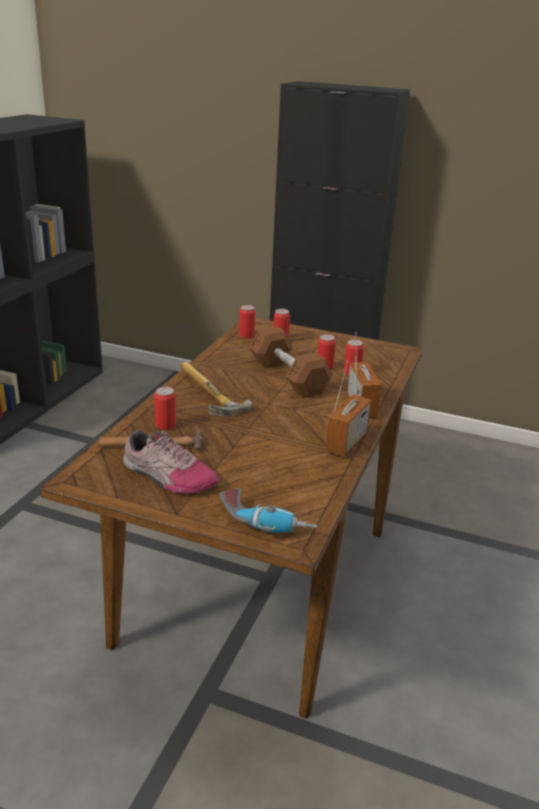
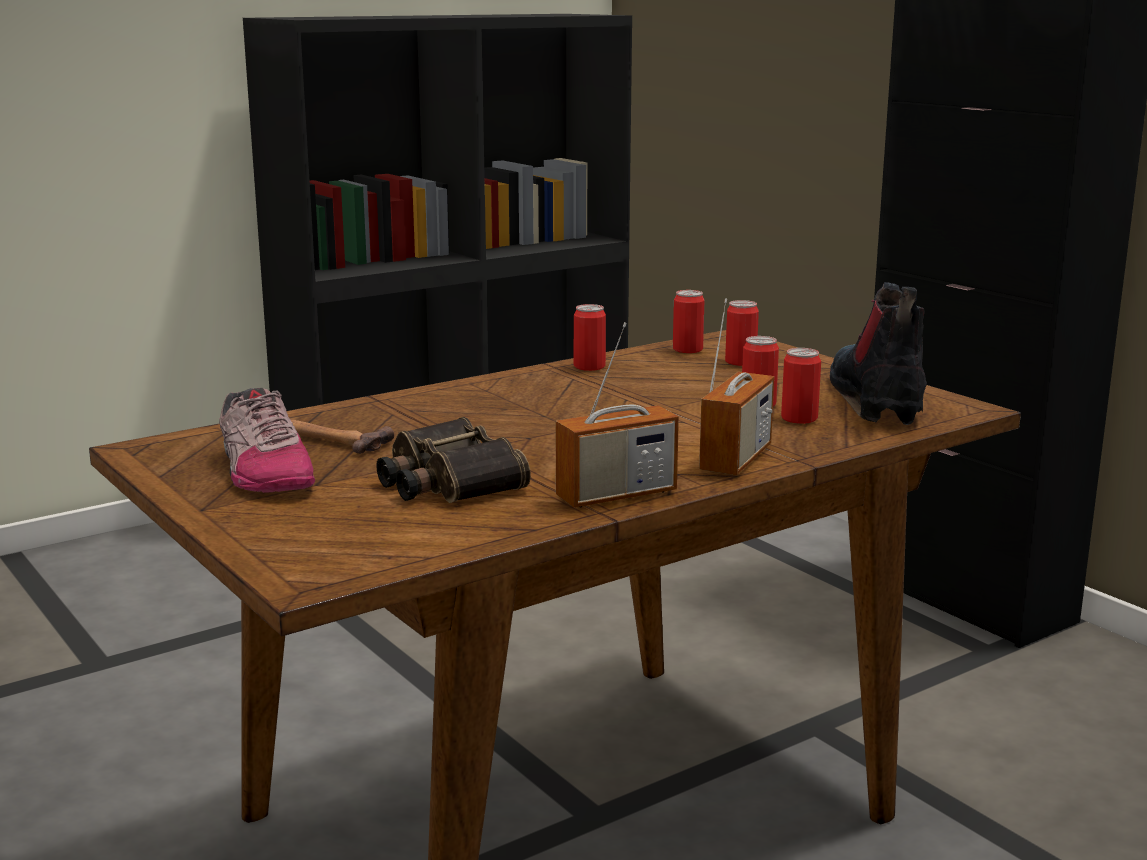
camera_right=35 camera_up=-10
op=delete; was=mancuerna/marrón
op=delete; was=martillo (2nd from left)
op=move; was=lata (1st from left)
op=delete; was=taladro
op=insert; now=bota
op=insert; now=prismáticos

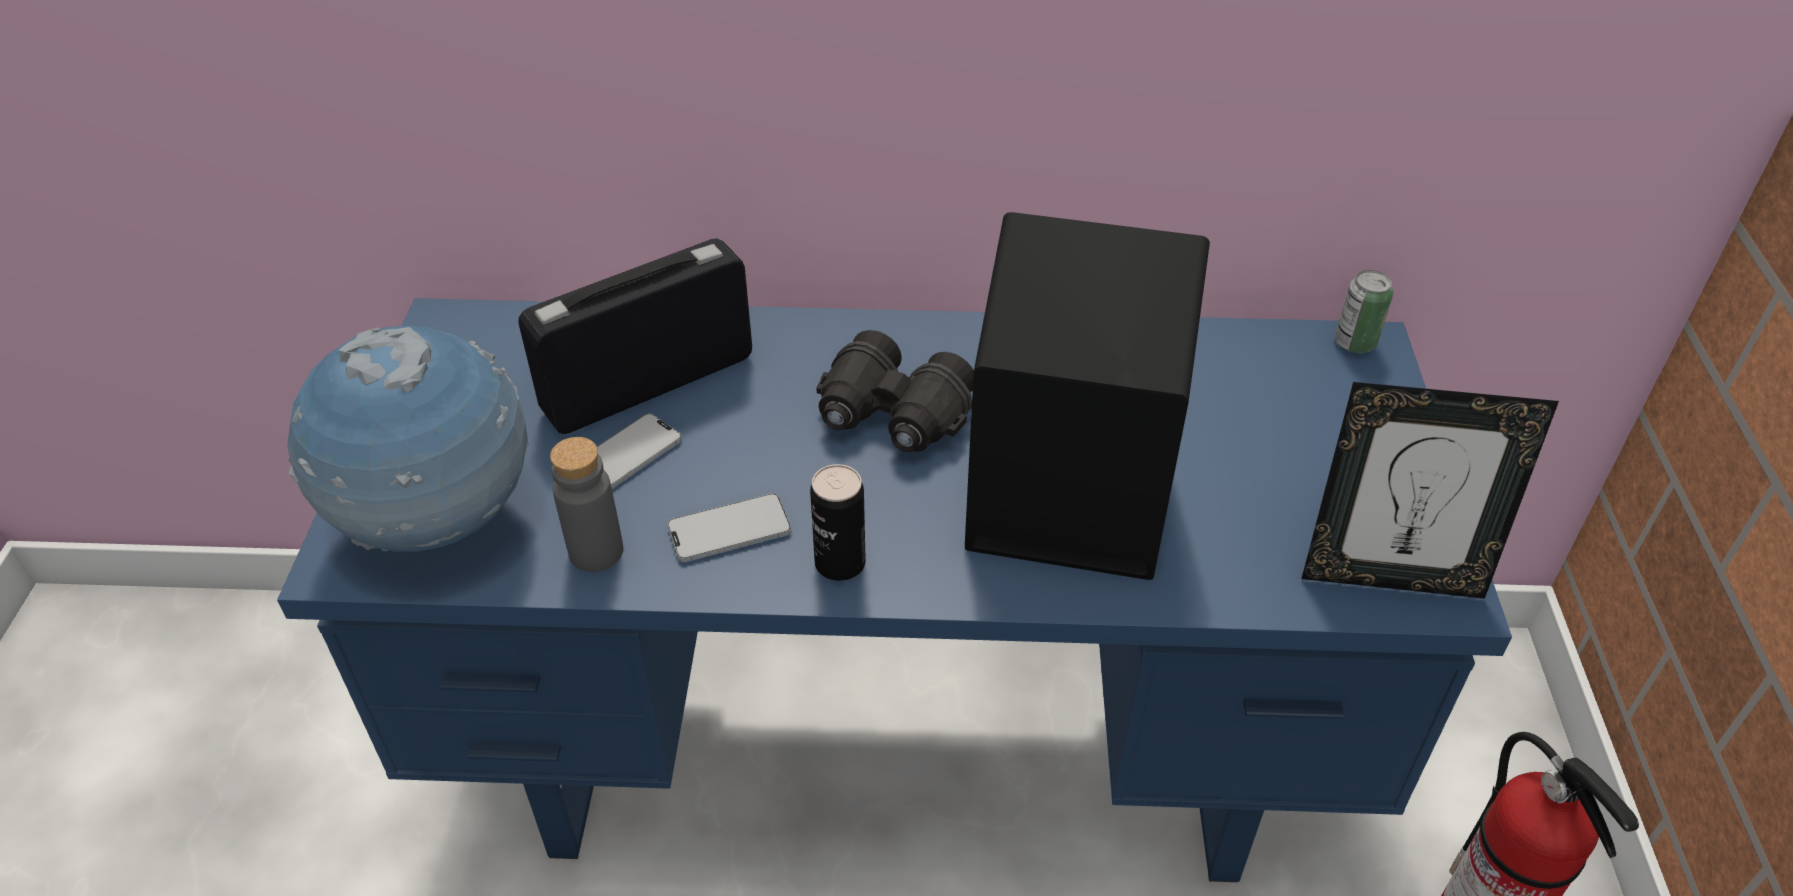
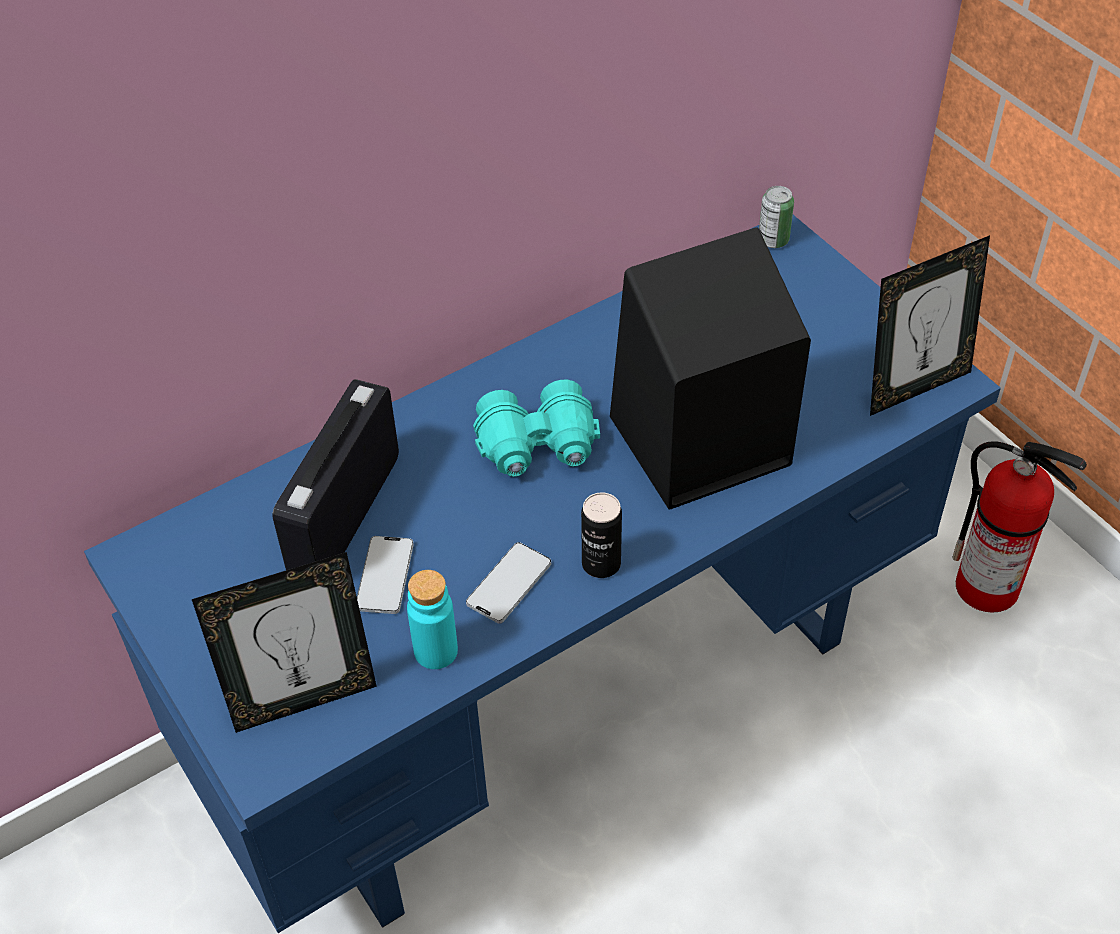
camera_right=-35 camera_up=5
op=replace; was=globo terráqueo; now=portarretratos (1st from left)
op=recolor; was=prismáticos/negro; now=prismáticos/turquesa
op=recolor; was=botella/gris; now=botella/turquesa

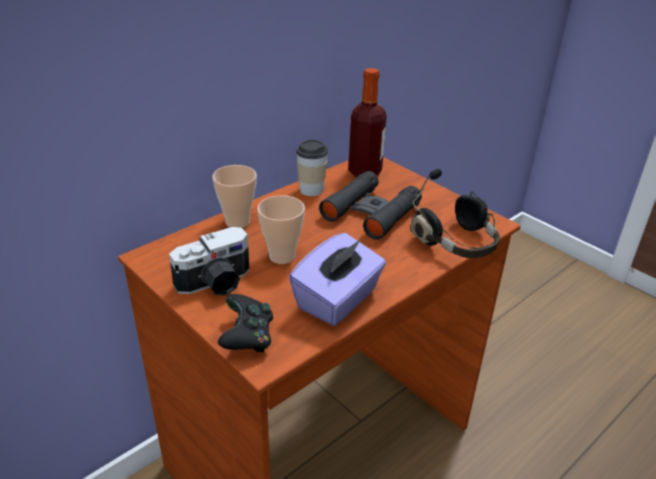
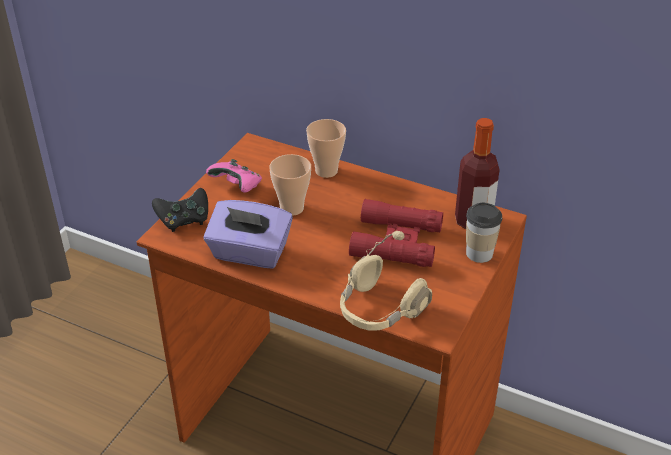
camera_right=70 camera_up=5
op=move; was=taza (3rd from left)
op=recolor; was=auriculares/negro; now=auriculares/beis
op=recolor; was=prismáticos/negro; now=prismáticos/rojo
op=replace; was=cámara; now=mando de consola/rosa

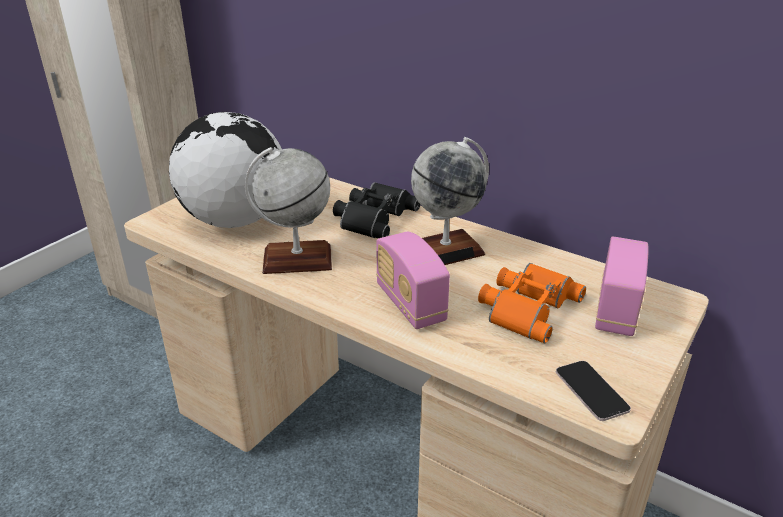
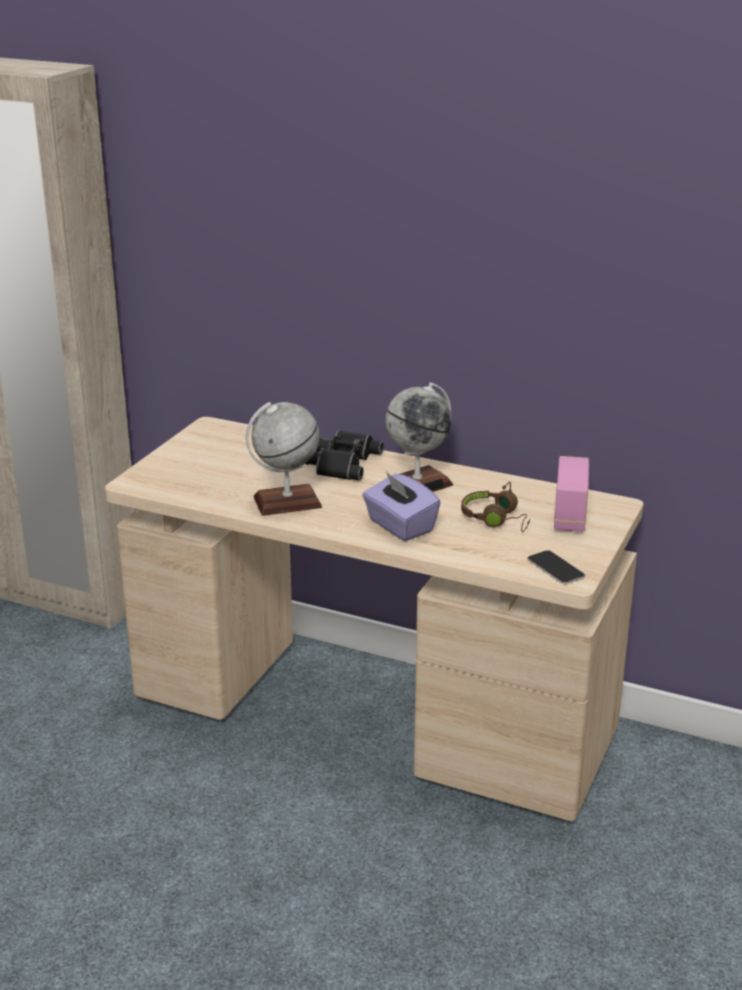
camera_right=-10 camera_up=-5
op=delete; was=globo terráqueo (1st from left)
op=replace; was=radio (1st from left); now=caja de pañuelos/morado
op=replace; was=prismáticos/naranja; now=auriculares/marrón

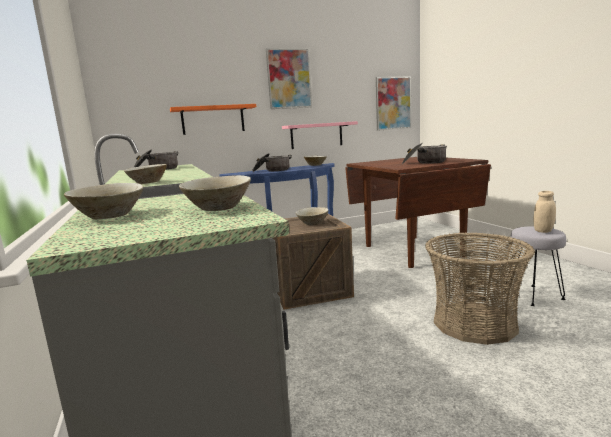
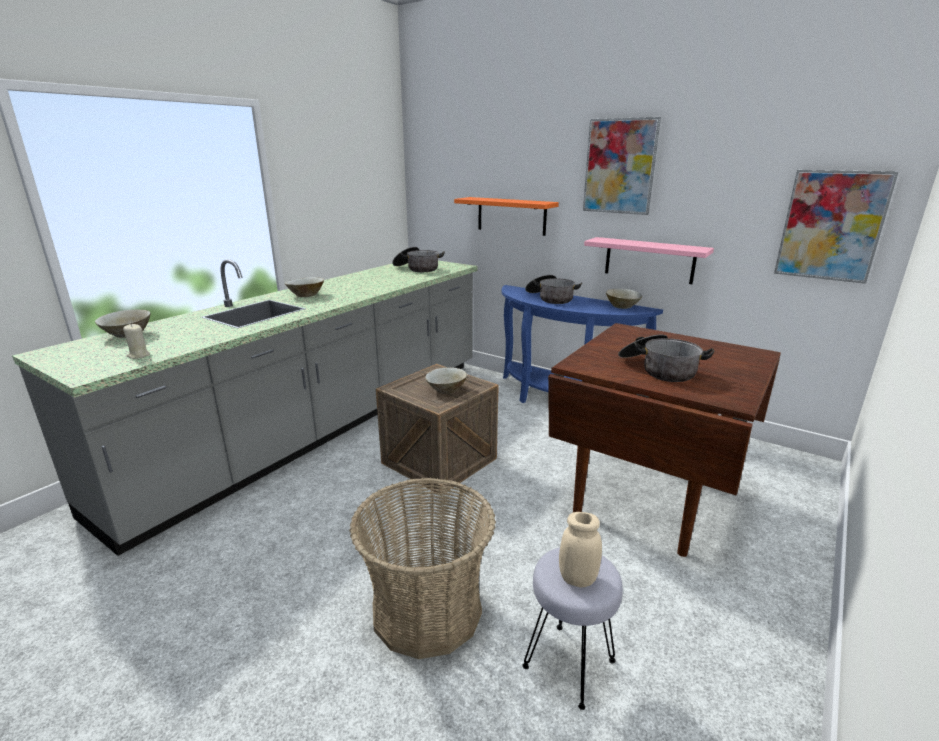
camera_right=55 camera_up=10
op=replace; was=cuenco/beis (3rd from left); now=vela/beis

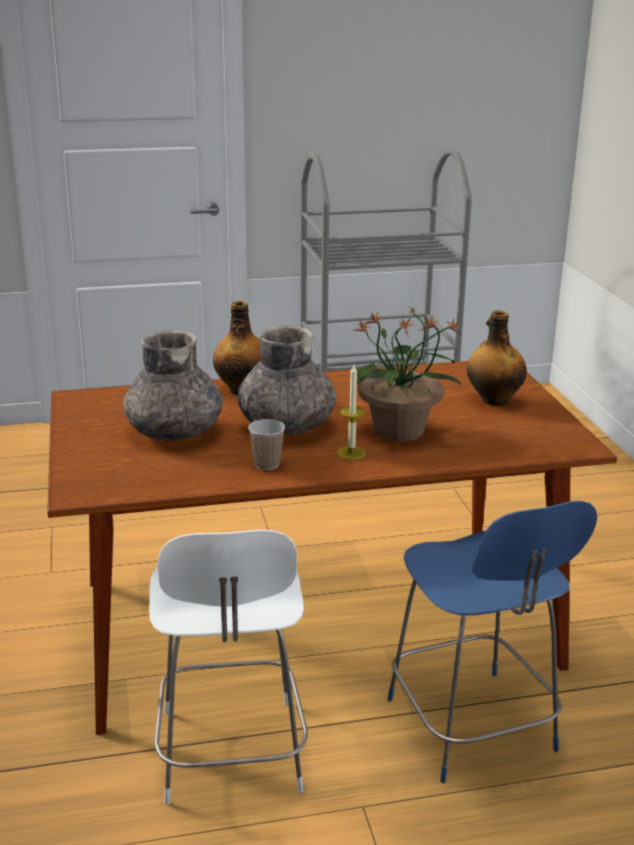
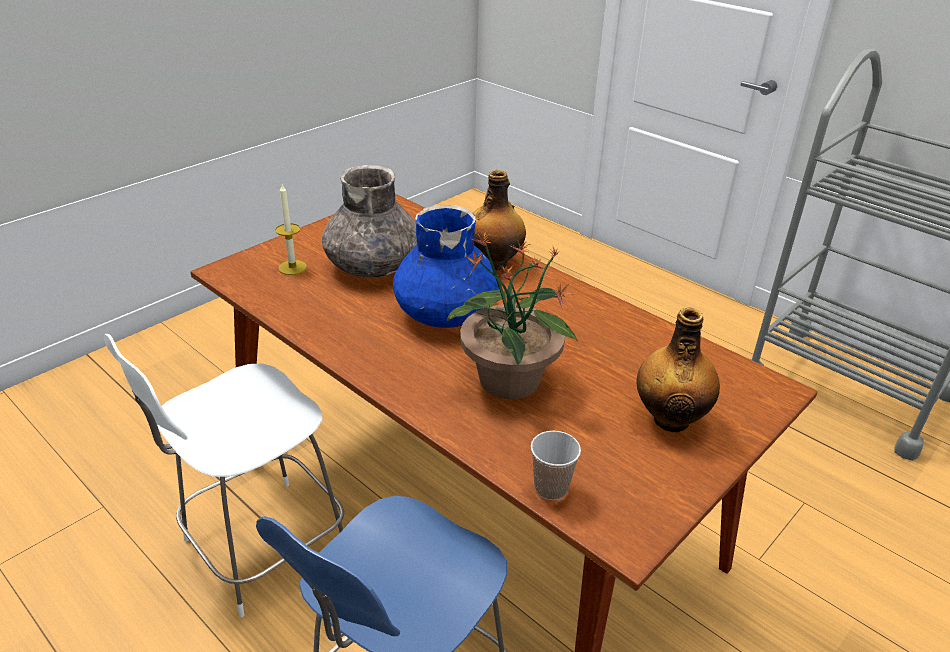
camera_right=55 camera_up=10
op=recolor; was=florero/gris (2nd from left); now=florero/azul
op=move; was=vela
op=move; was=taza

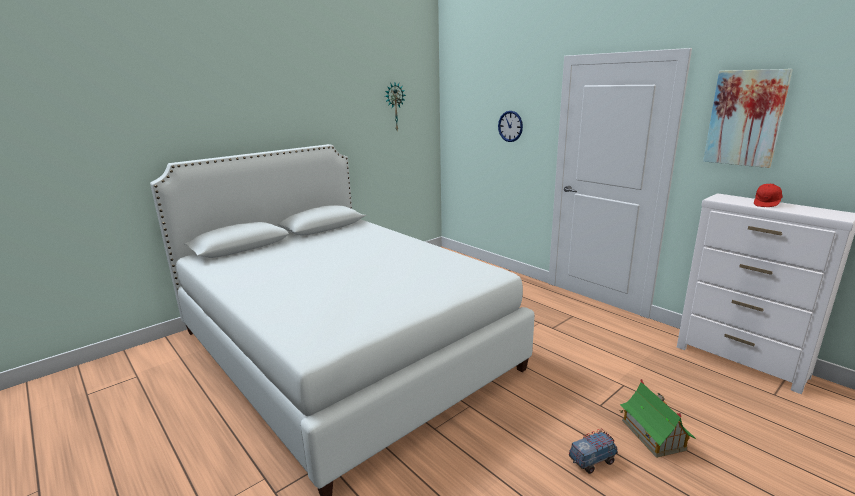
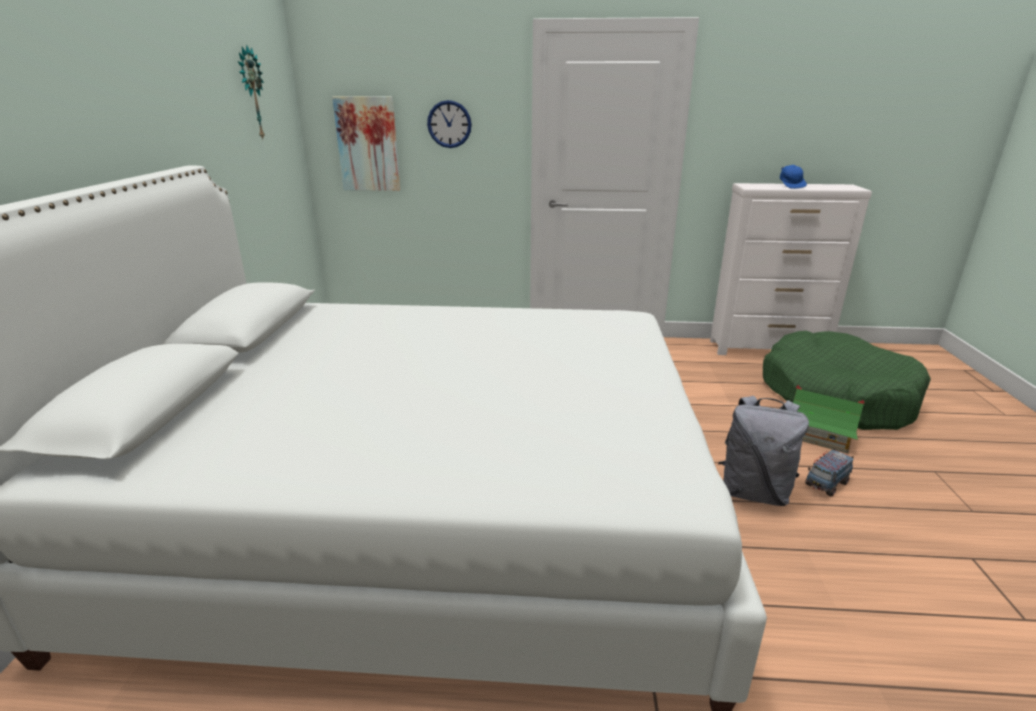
camera_right=-45 camera_up=5
op=move; was=cuadro
op=recolor; was=gorra/rojo; now=gorra/azul
op=rotate; was=camión de juguete; clockwise=-150
op=insert; now=cama para perro/verde
op=insert; now=mochila/gris

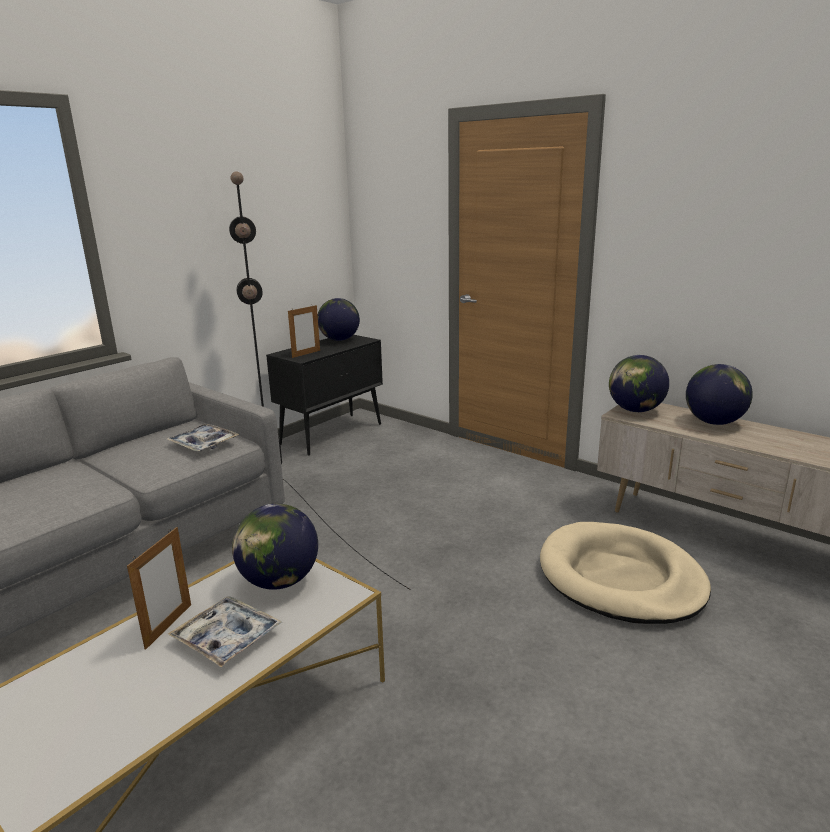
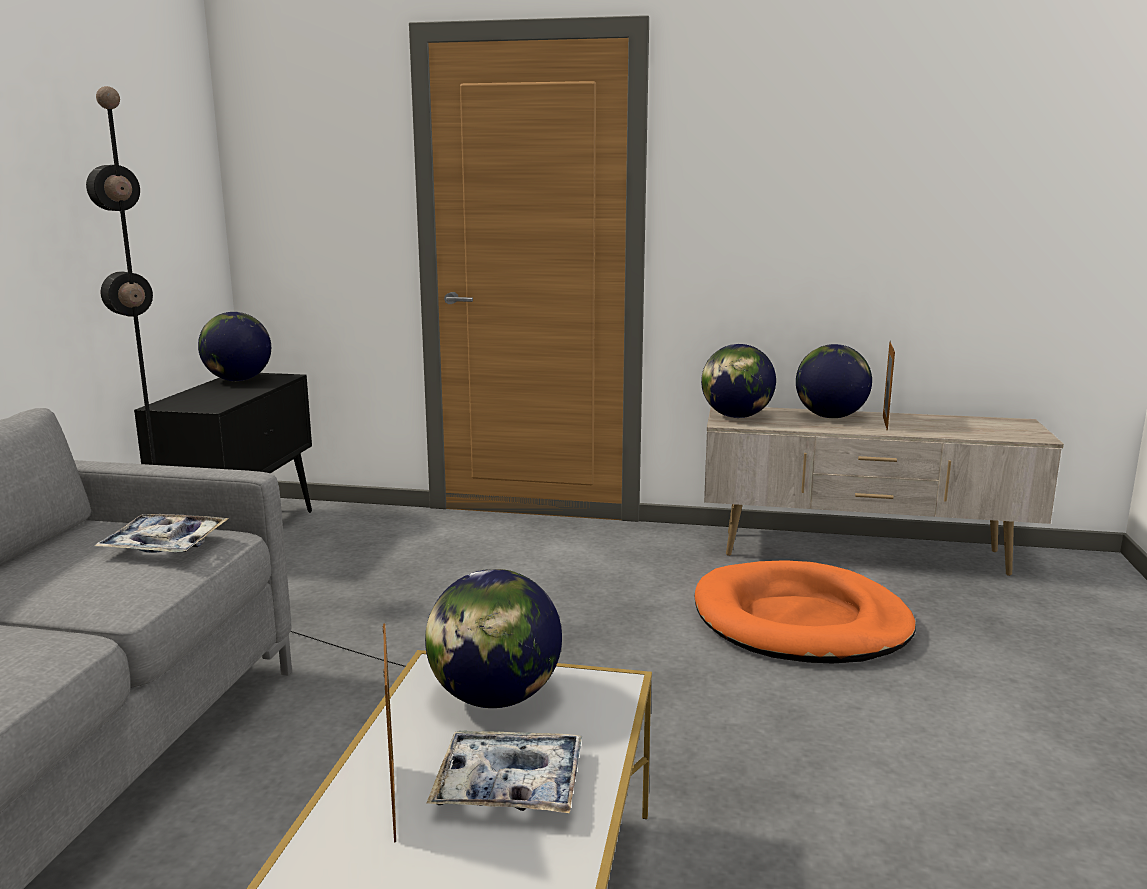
camera_right=-30 camera_up=-5
op=move; was=portarretratos (2nd from left)
op=recolor; was=cama para perro/beis; now=cama para perro/naranja

